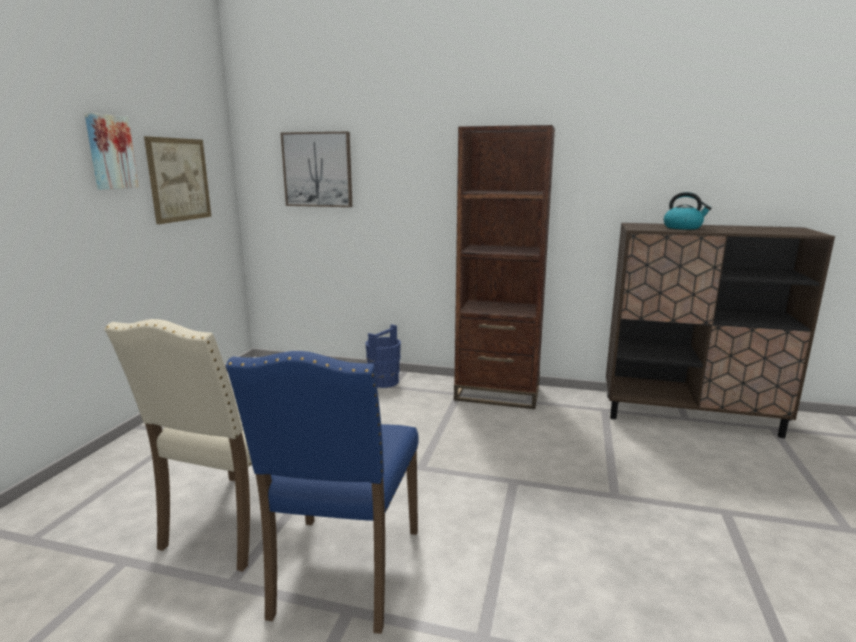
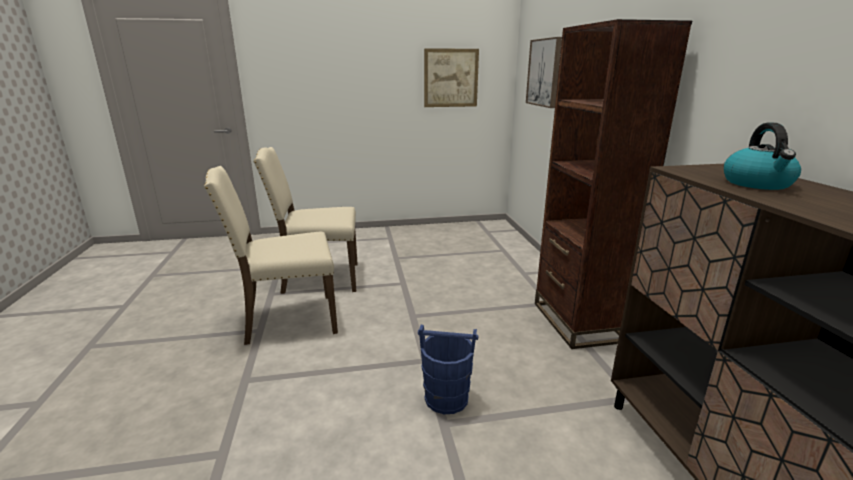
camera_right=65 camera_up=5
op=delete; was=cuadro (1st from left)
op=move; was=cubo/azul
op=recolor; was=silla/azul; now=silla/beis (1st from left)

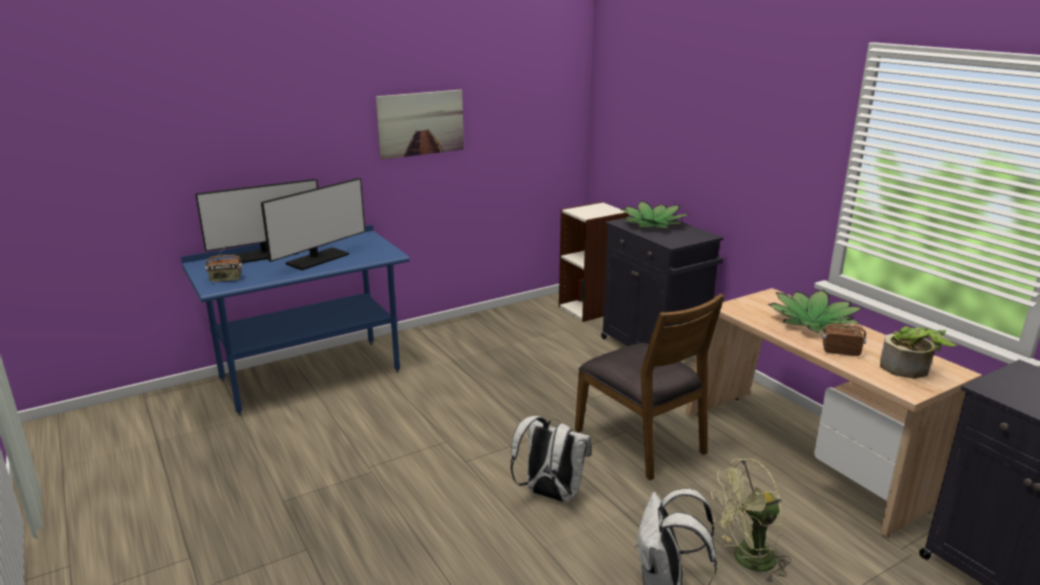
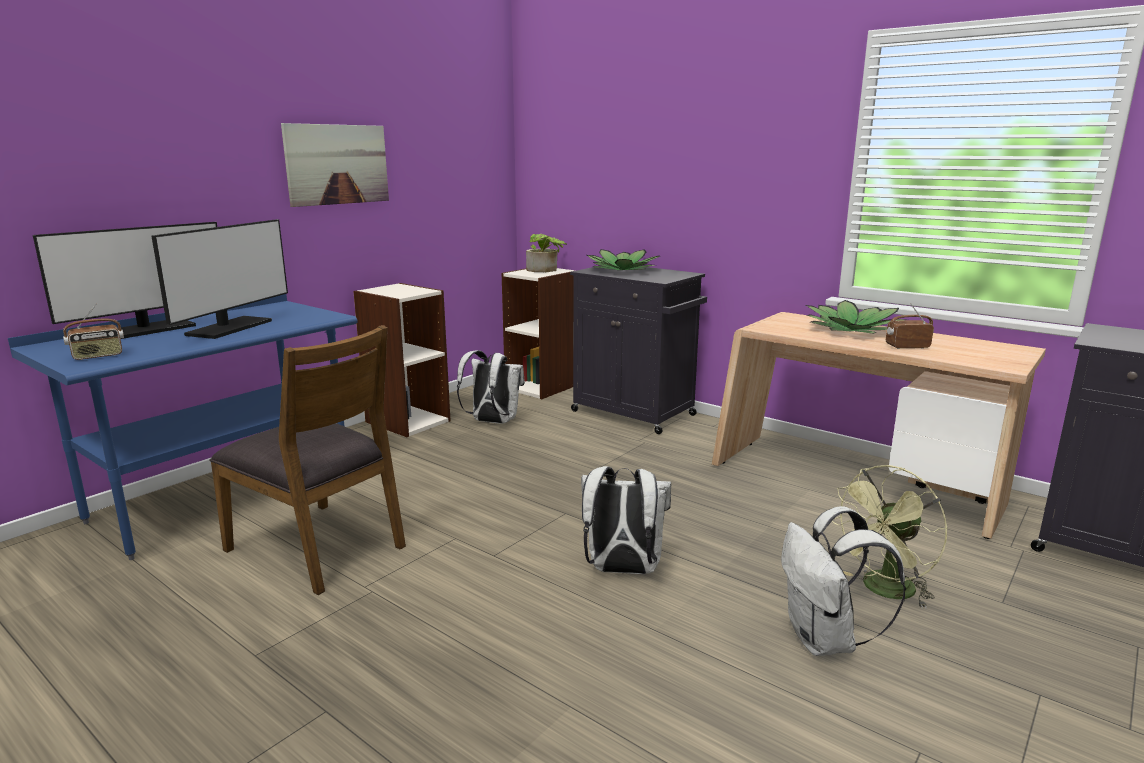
camera_right=-20 camera_up=-5
op=move; was=silla/marrón
op=move; was=planta en maceta (3rd from left in the first image); now=planta en maceta (1st from left)
op=insert; now=estantería (1st from left)
op=insert; now=mochila/blanco (1st from left)

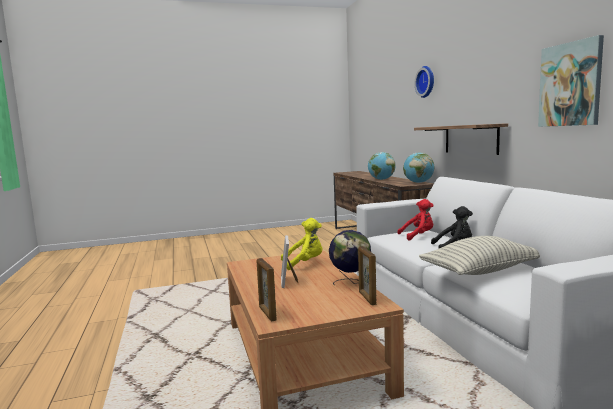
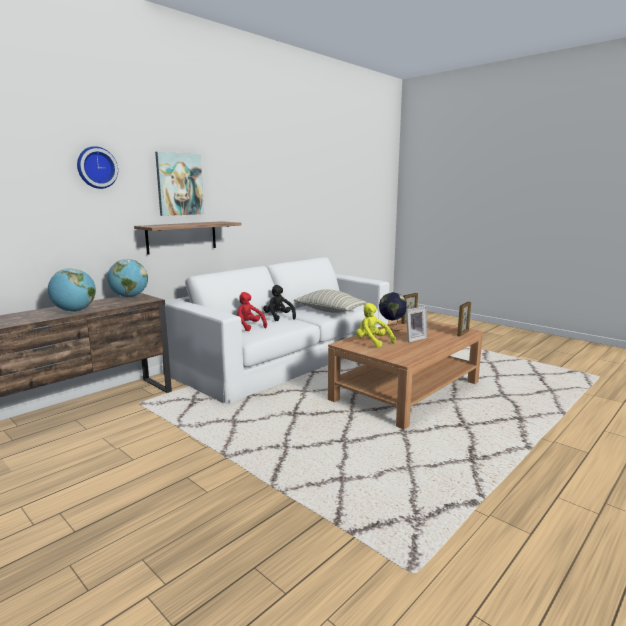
camera_right=-120 camera_up=5
op=move; was=cuadro

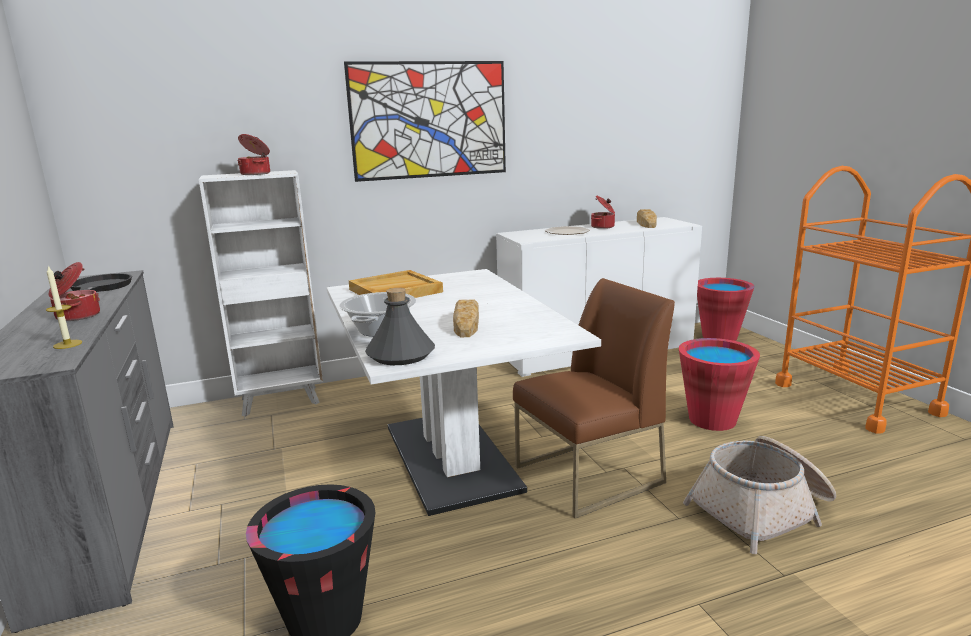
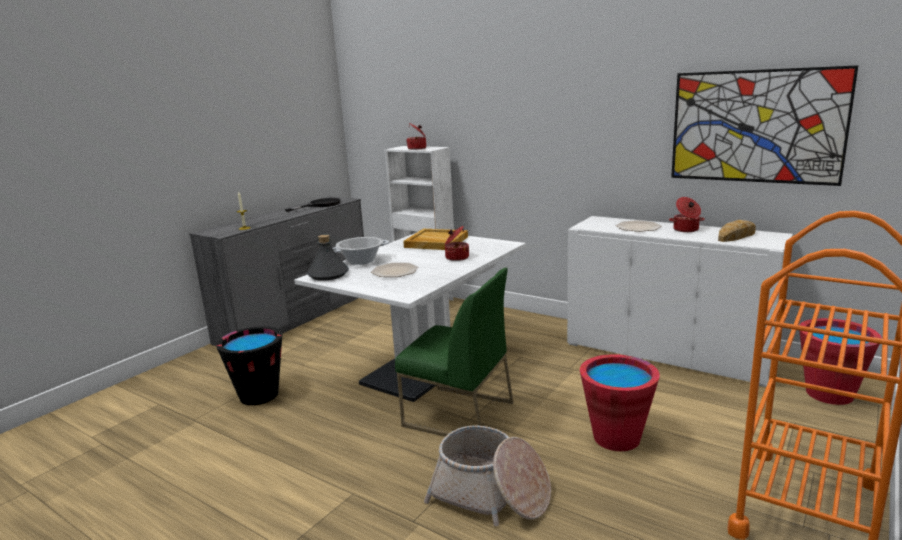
camera_right=55 camera_up=0
op=move; was=cuadro
op=move; was=olla (1st from left in the first image); now=olla (3rd from left)
op=recolor; was=silla/marrón; now=silla/verde
op=replace; was=pan (1st from left); now=plato (1st from left)

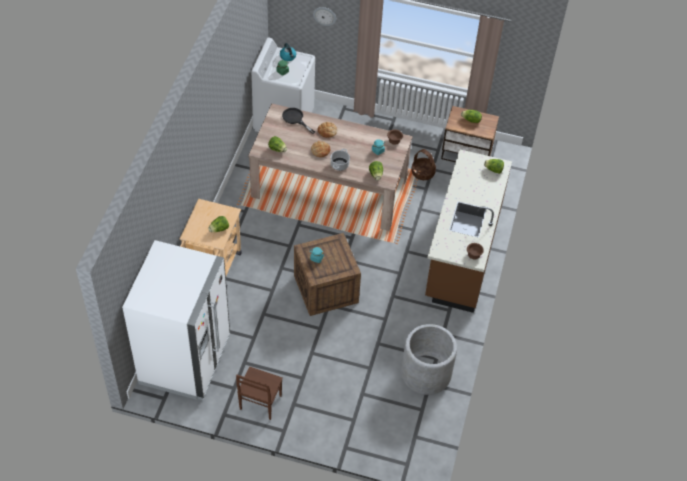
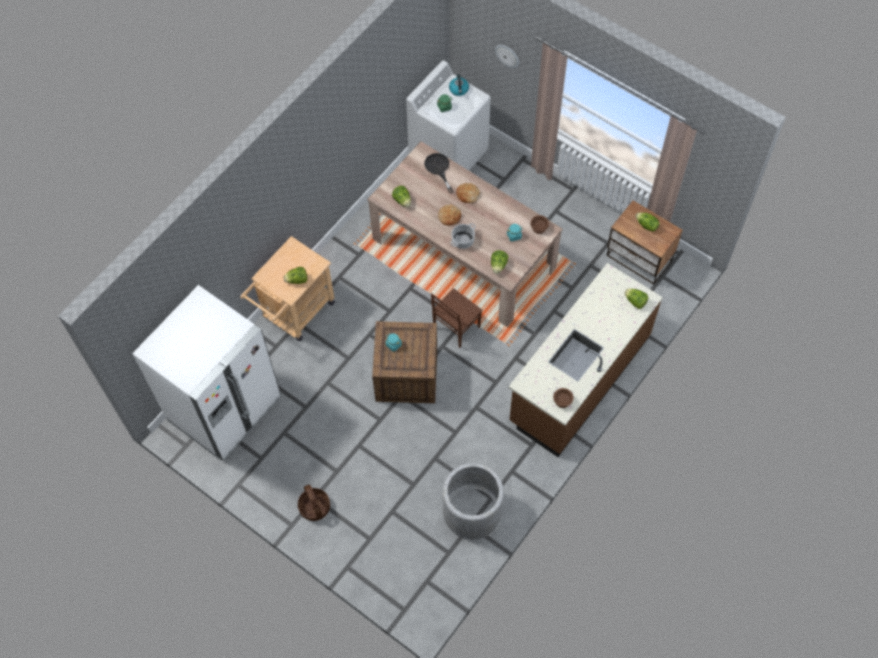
camera_right=25 camera_up=10
op=move; was=cesta
op=move; was=silla/marrón

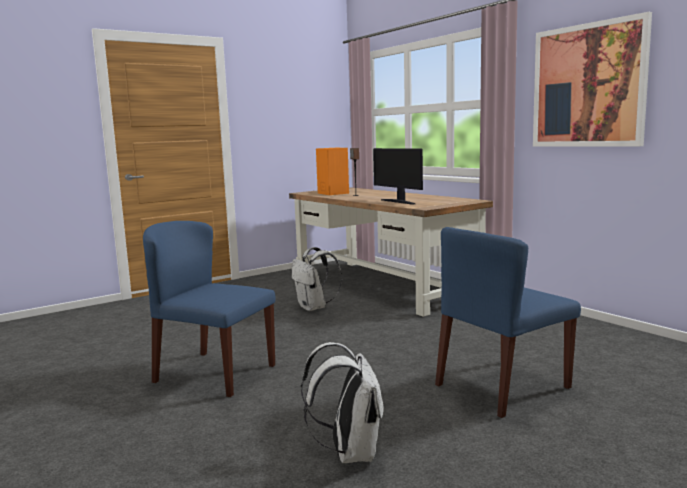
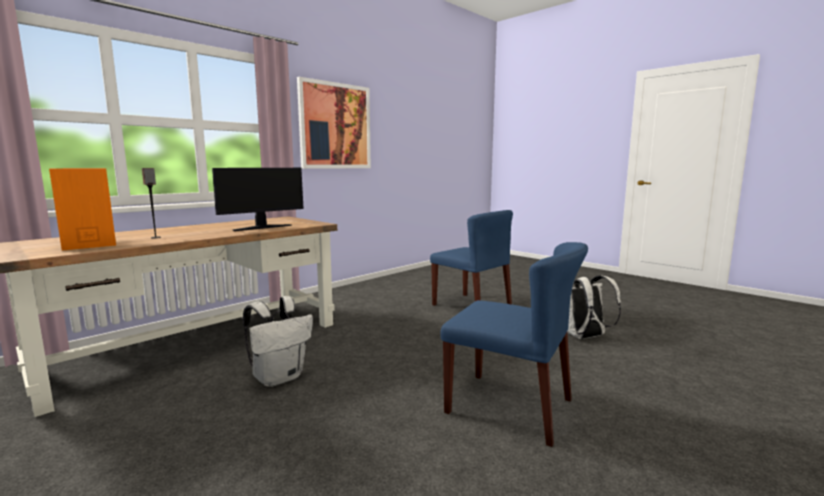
camera_right=-100 camera_up=0
op=rotate; was=silla/azul (1st from left in the first image); clockwise=-75

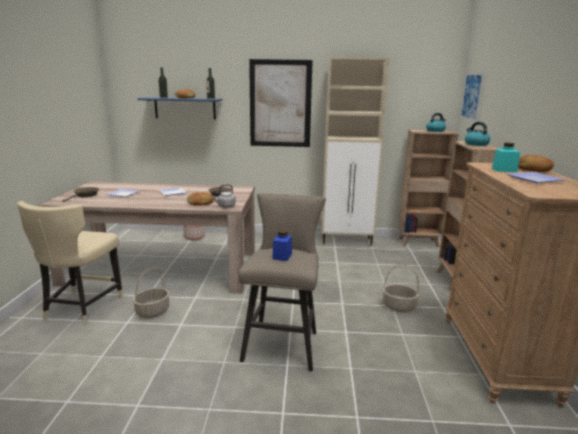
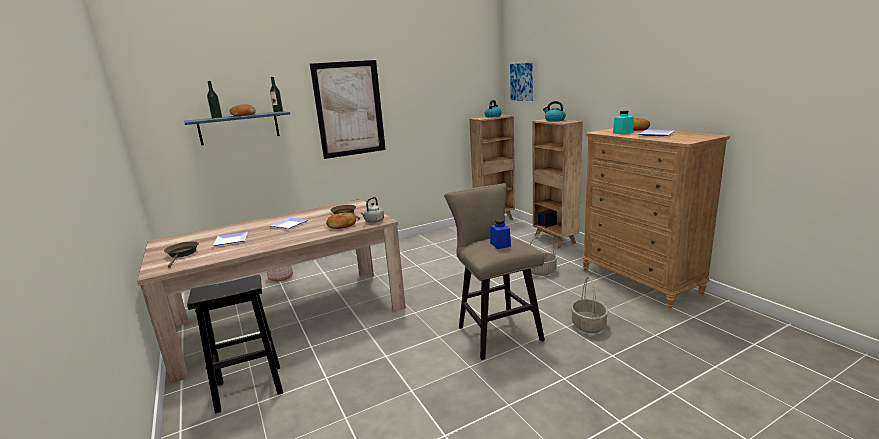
camera_right=-30 camera_up=0
op=delete; was=armario/beis
op=replace; was=silla/beis; now=taburete/negro
op=move; was=cesta (1st from left in the first image); now=cesta (2nd from left)

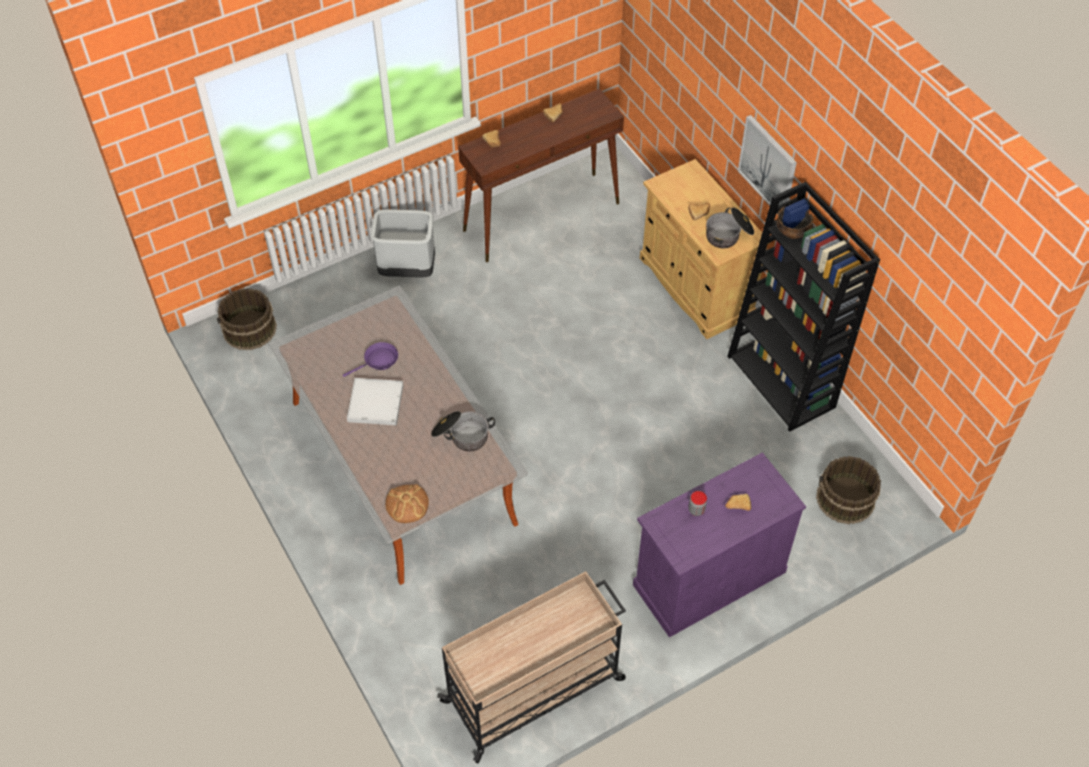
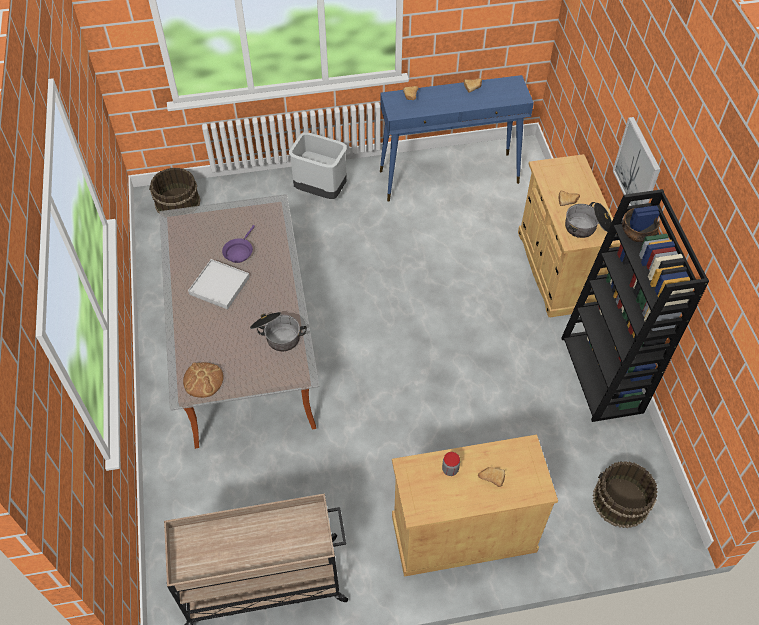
camera_right=20 camera_up=0
op=recolor; was=mesa consola/marrón; now=mesa consola/azul
op=rotate; was=sartén/morado; clockwise=120
op=recolor; was=armario/morado; now=armario/beis (1st from left)

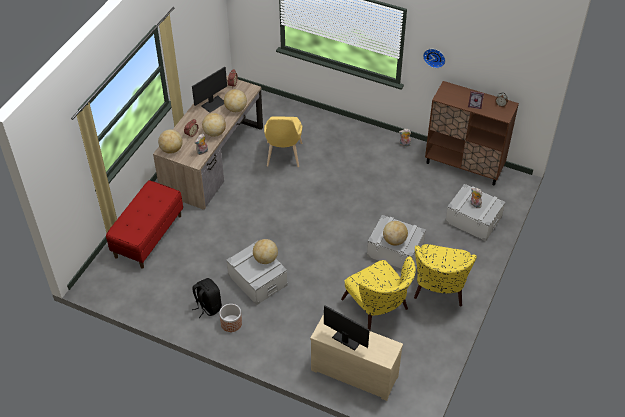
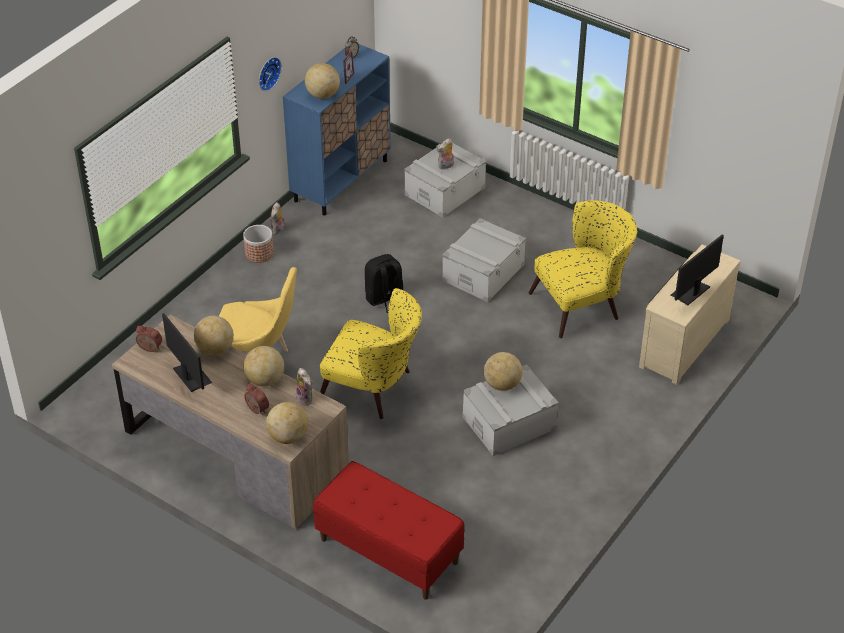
camera_right=-80 camera_up=-5
op=recolor; was=armario/marrón; now=armario/azul
op=move; was=globo terráqueo (5th from left in the first image); now=globo terráqueo (4th from left)
op=move; was=sillón/amarillo (2nd from left in the first image); now=sillón/amarillo (1st from left)
op=move; was=mochila/negro
op=move; was=maceta

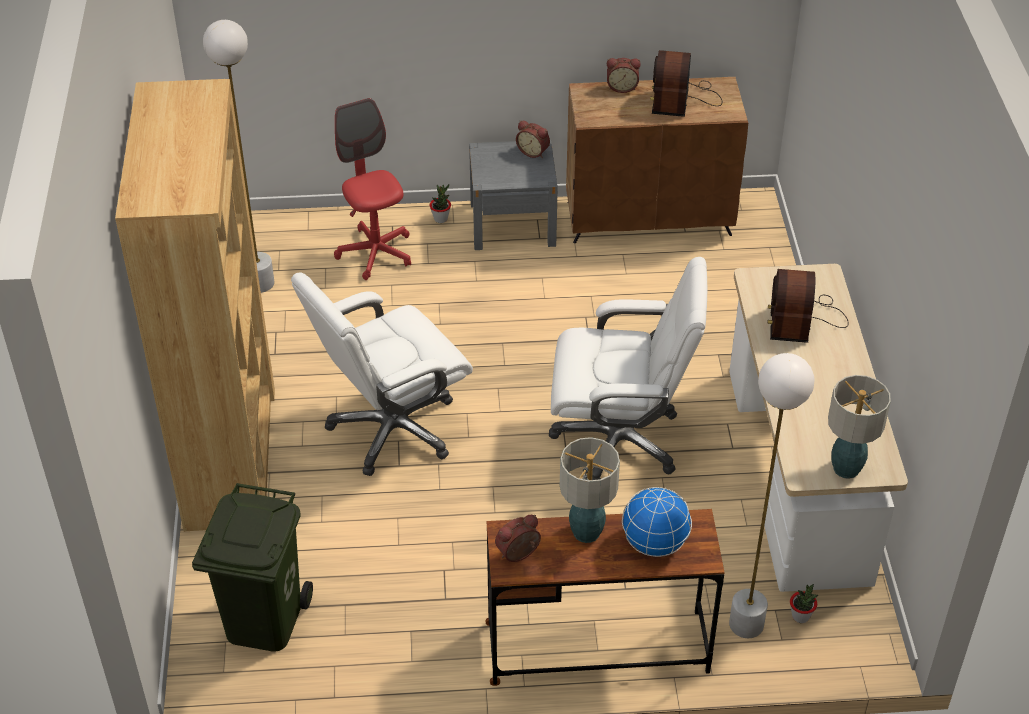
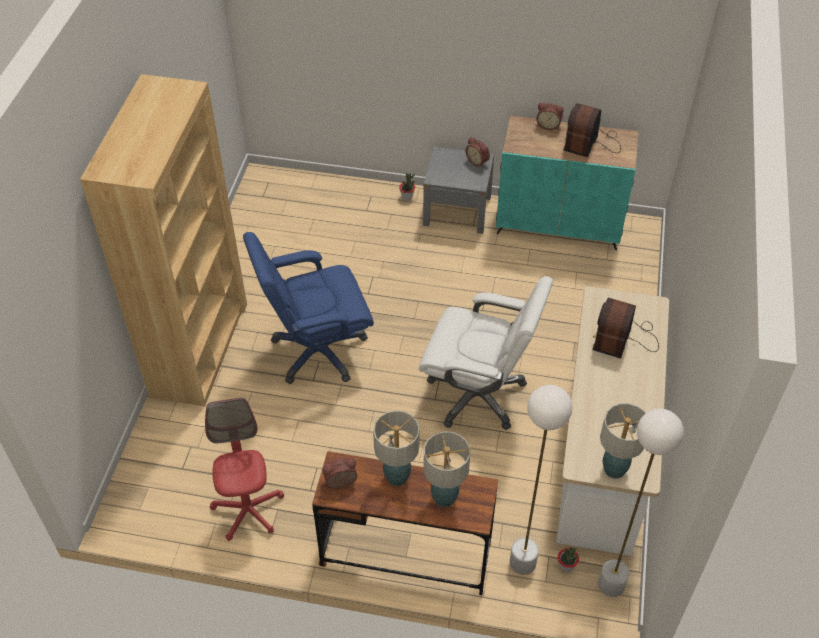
camera_right=15 camera_up=5
op=move; was=lámpara de pie/blanco (1st from left in the first image); now=lámpara de pie/blanco (2nd from left)
op=recolor; was=armario/marrón; now=armario/turquesa
op=move; was=silla de oficina/rojo
op=recolor; was=silla de oficina/blanco (1st from left); now=silla de oficina/azul
op=delete; was=papelera/verde
op=replace; was=globo terráqueo; now=lámpara de mesa (2nd from left)

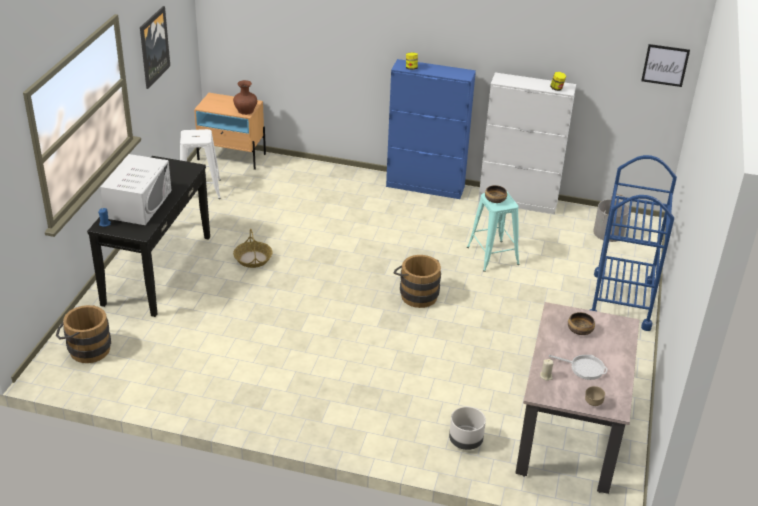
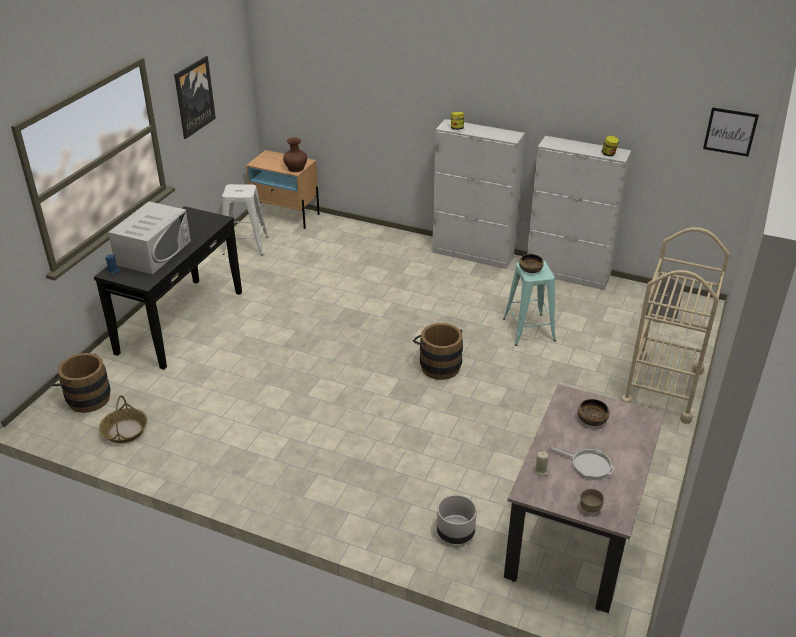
camera_right=10 camera_up=0
op=recolor; was=armario/azul; now=armario/blanco (1st from left)
op=recolor; was=carrito/azul; now=carrito/beis
op=move; was=cesta

